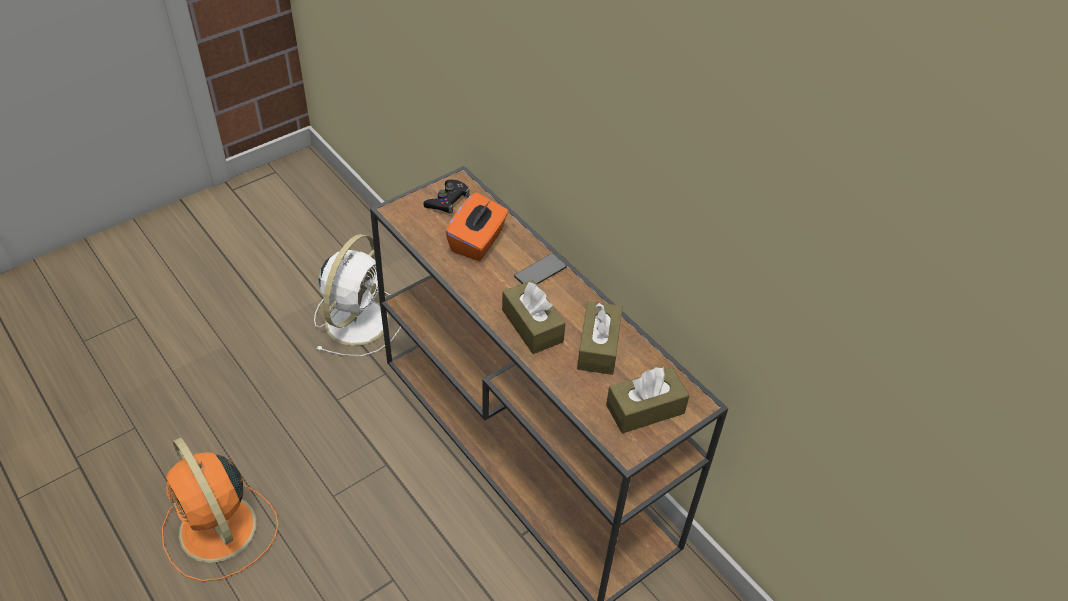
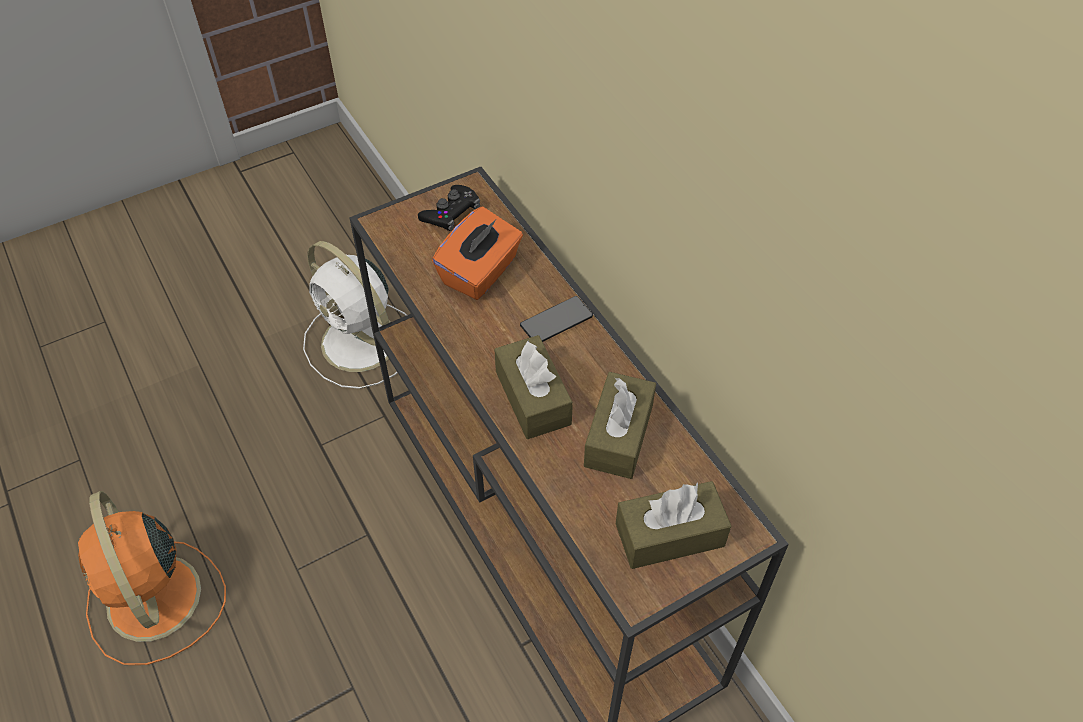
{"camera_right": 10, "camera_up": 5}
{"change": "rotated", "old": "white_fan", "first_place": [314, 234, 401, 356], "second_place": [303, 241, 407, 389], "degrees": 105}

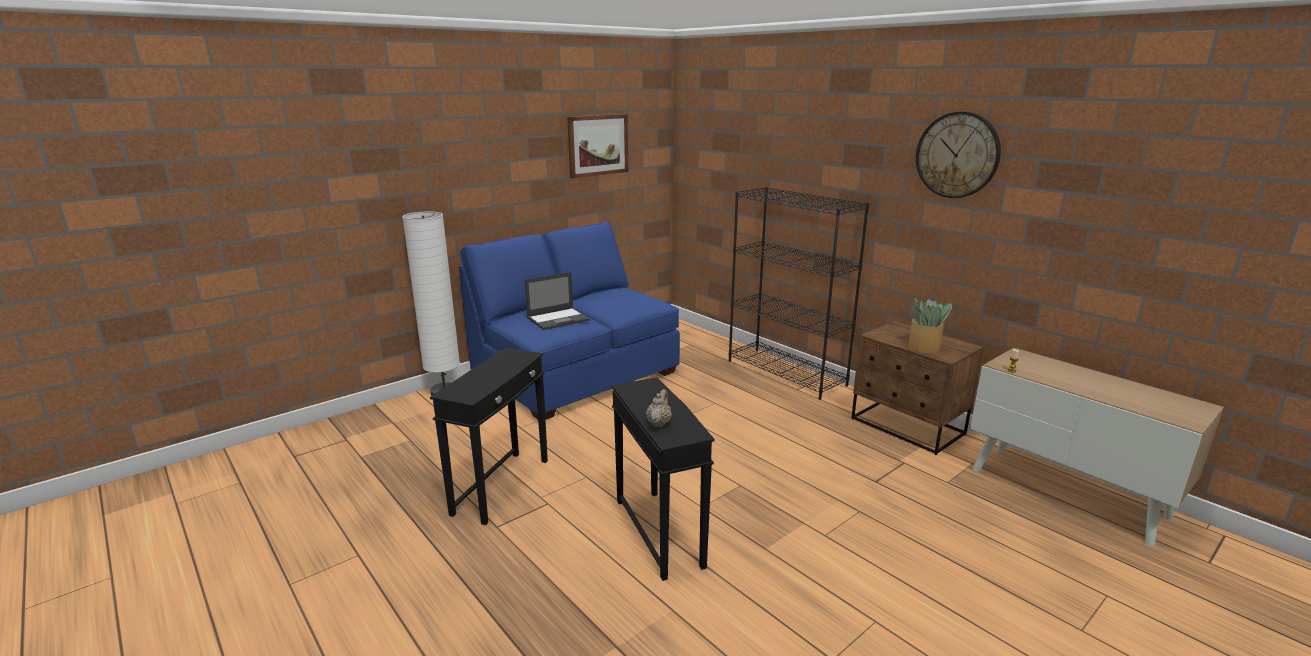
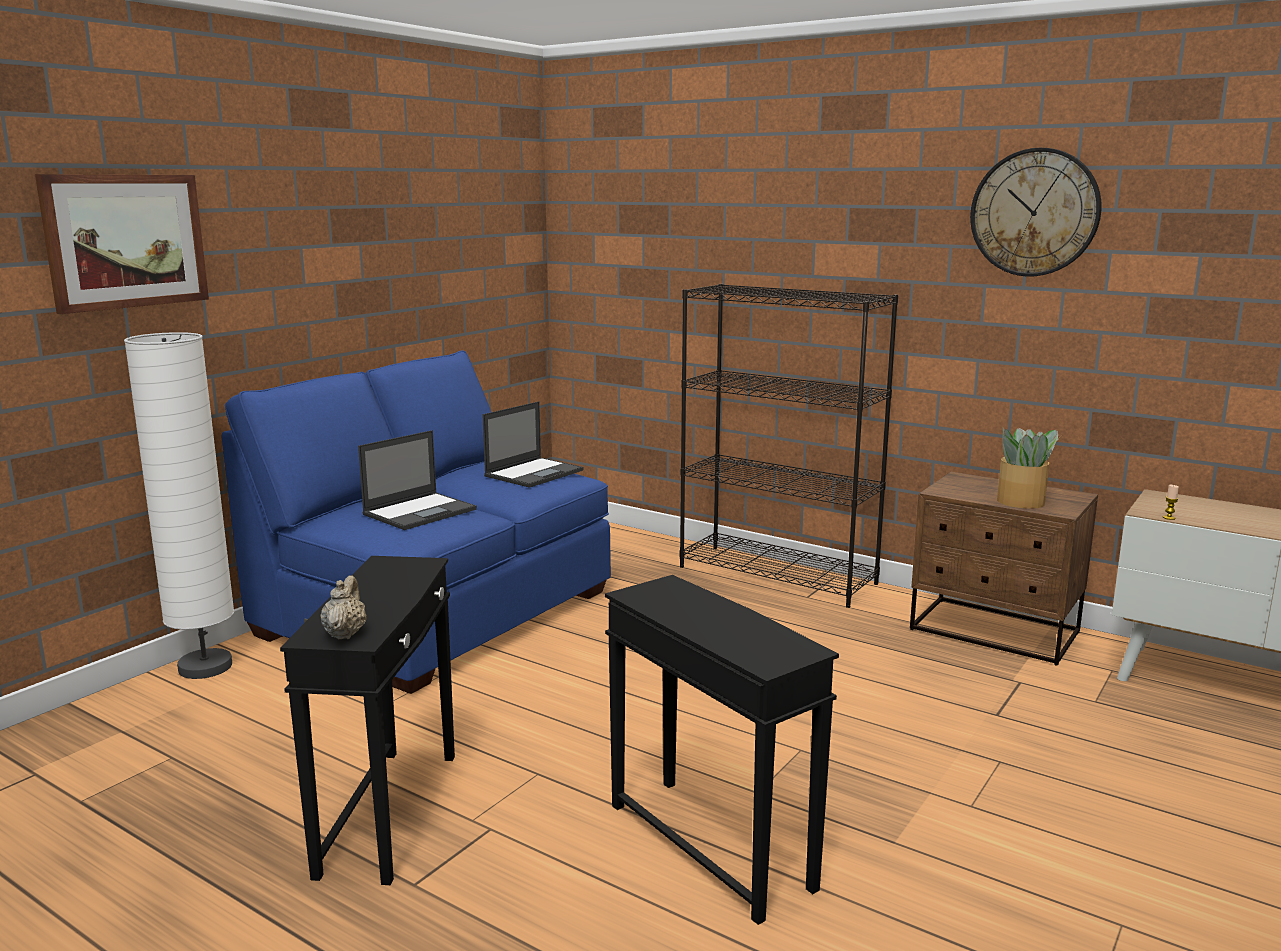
{"camera_right": -15, "camera_up": -5}
{"change": "shifted", "old": "picture", "first_place": [567, 114, 628, 178], "second_place": [35, 174, 209, 314]}
{"change": "shifted", "old": "beige_teapot", "first_place": [646, 389, 672, 427], "second_place": [320, 576, 367, 640]}
{"change": "new", "new": "laptop", "second_place": [482, 401, 583, 488]}

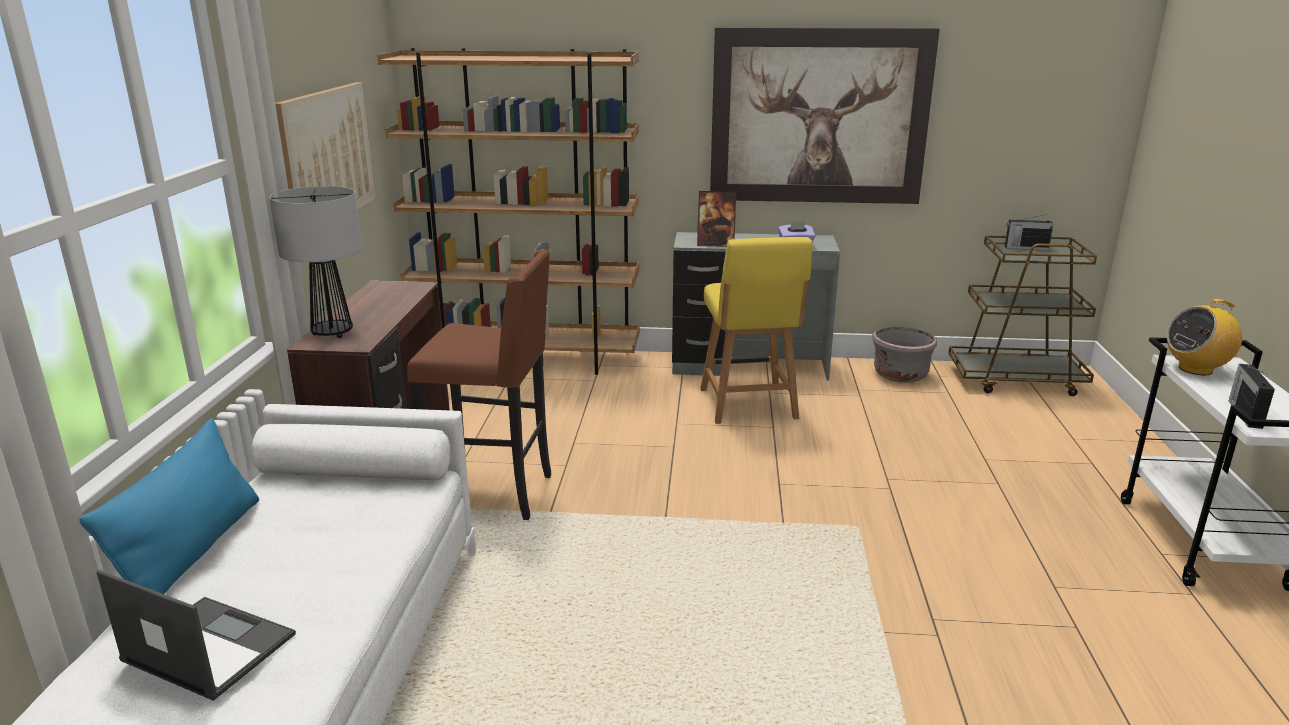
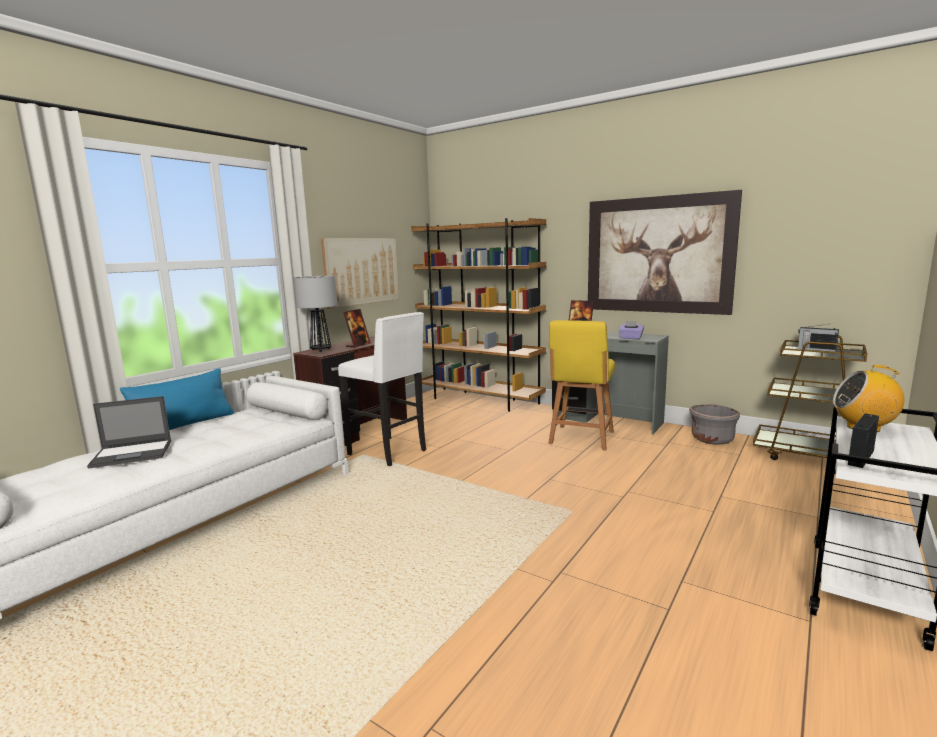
{"camera_right": 30, "camera_up": -10}
{"change": "rotated", "old": "laptop", "first_place": [96, 570, 296, 701], "second_place": [87, 396, 171, 469], "degrees": 105}
{"change": "repainted", "old": "brown_stool", "new": "white_stool", "first_place": [407, 249, 551, 520], "second_place": [338, 312, 426, 466]}
{"change": "new", "new": "picture_frame", "second_place": [343, 309, 371, 348]}

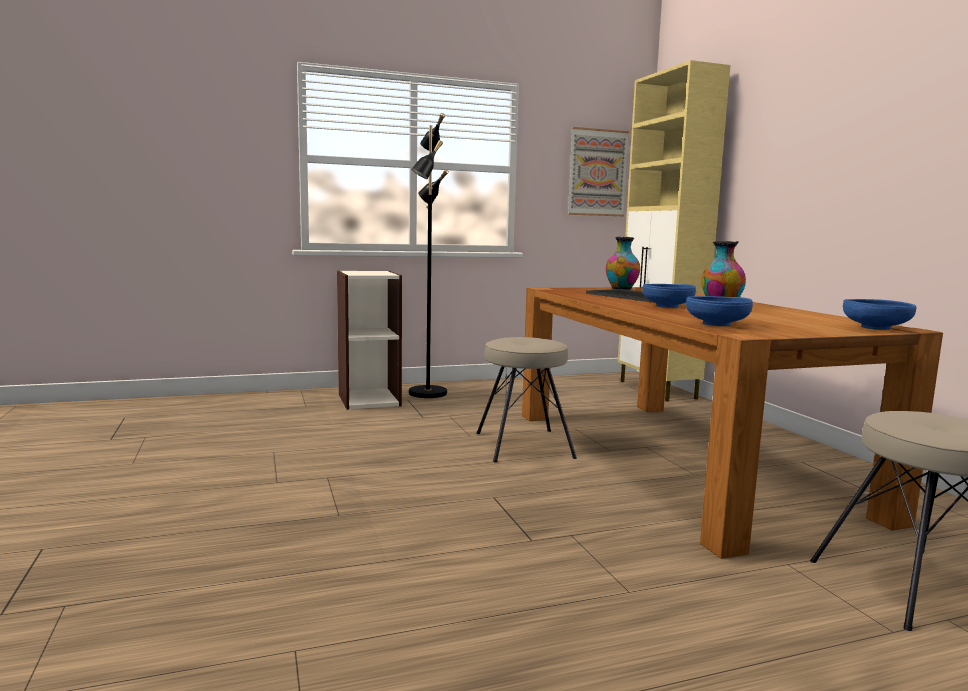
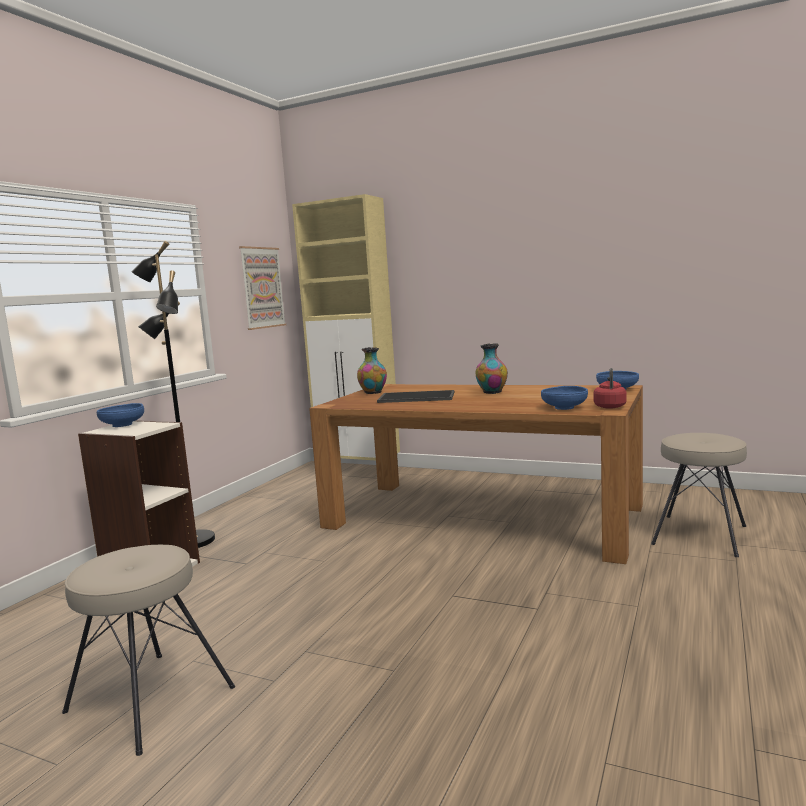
{"camera_right": -45, "camera_up": 0}
{"change": "shifted", "old": "beige_stool", "first_place": [476, 337, 577, 462], "second_place": [62, 545, 235, 756]}
{"change": "shifted", "old": "blue_bowl", "first_place": [642, 284, 696, 308], "second_place": [97, 403, 144, 427]}
{"change": "new", "new": "red_kettle", "second_place": [593, 368, 627, 409]}

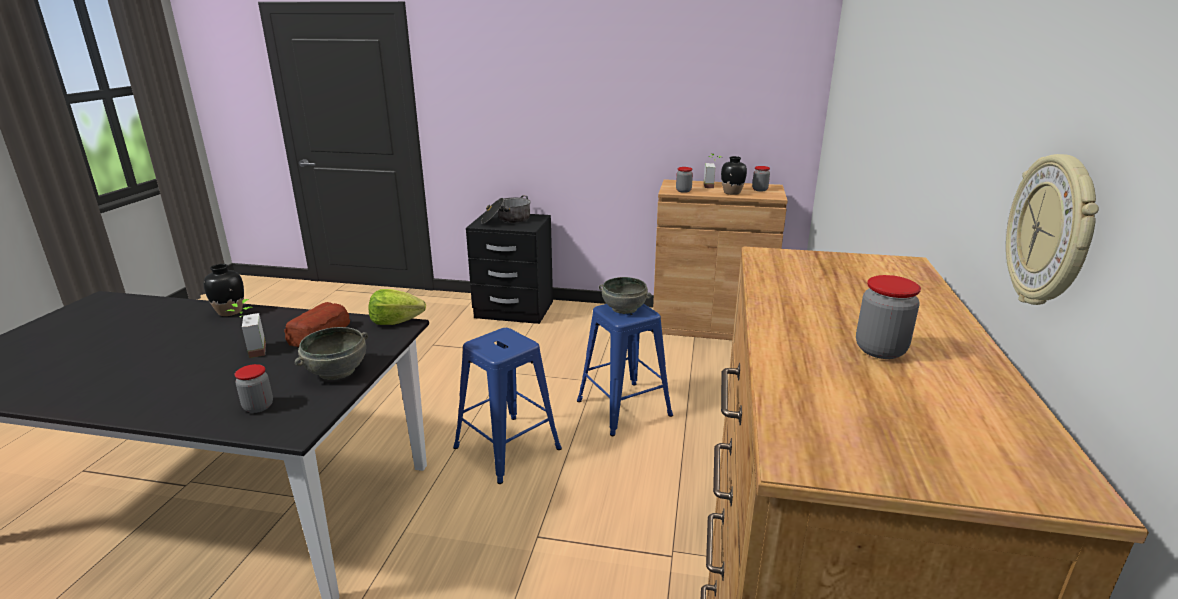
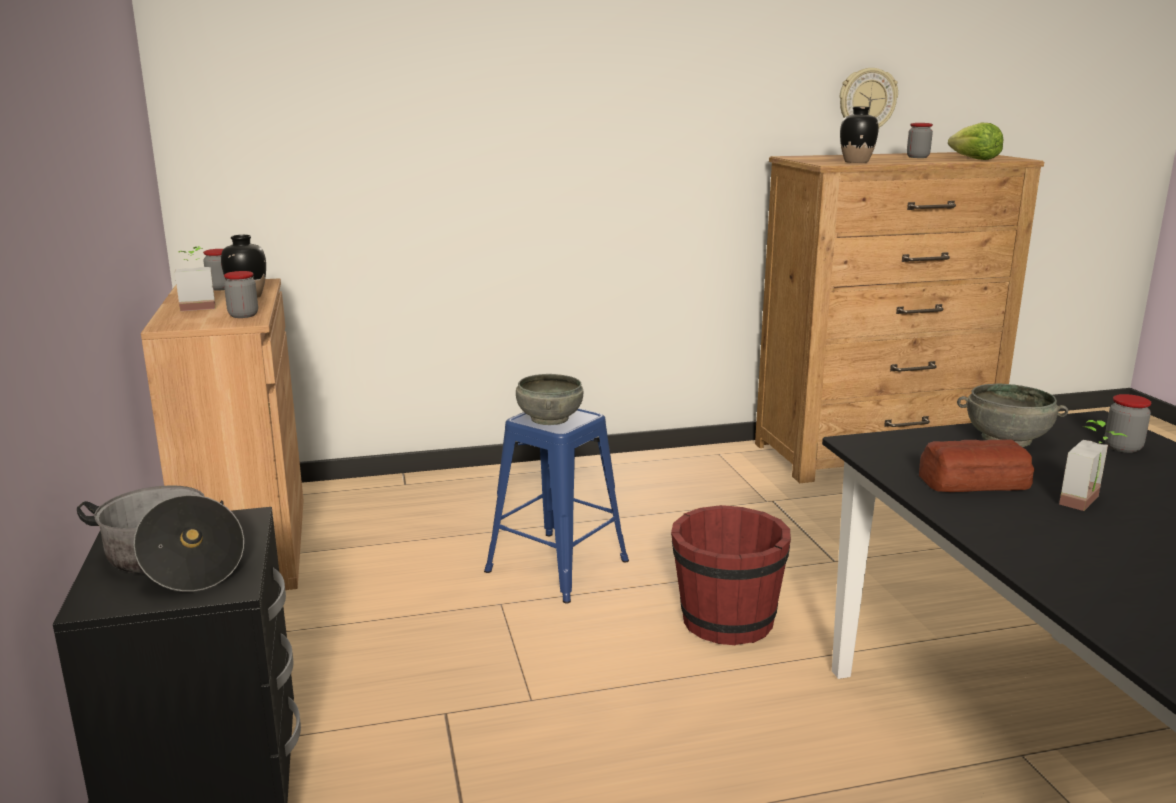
{"camera_right": -115, "camera_up": -5}
{"change": "shifted", "old": "black_vase", "first_place": [204, 264, 244, 316], "second_place": [840, 107, 879, 163]}
{"change": "shifted", "old": "lettuce", "first_place": [369, 289, 426, 325], "second_place": [948, 123, 1004, 160]}
{"change": "swapped", "old": "blue_stool", "new": "red_bucket", "first_place": [453, 328, 562, 484], "second_place": [671, 505, 791, 645]}

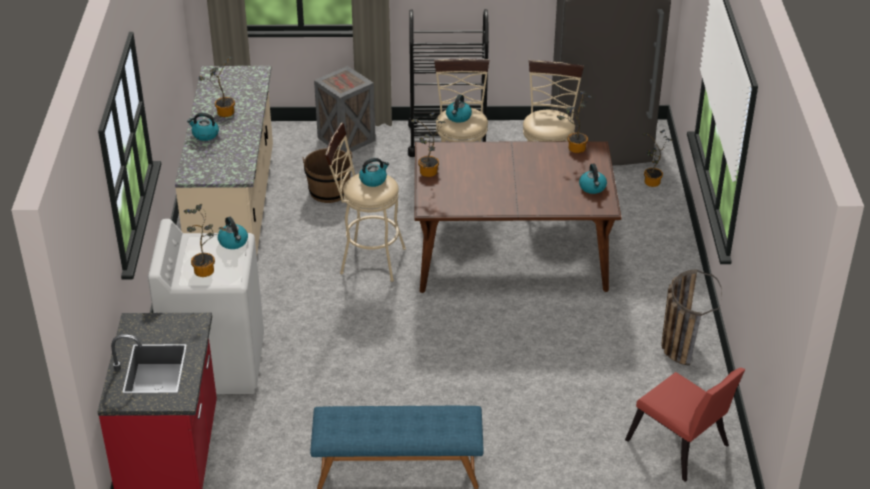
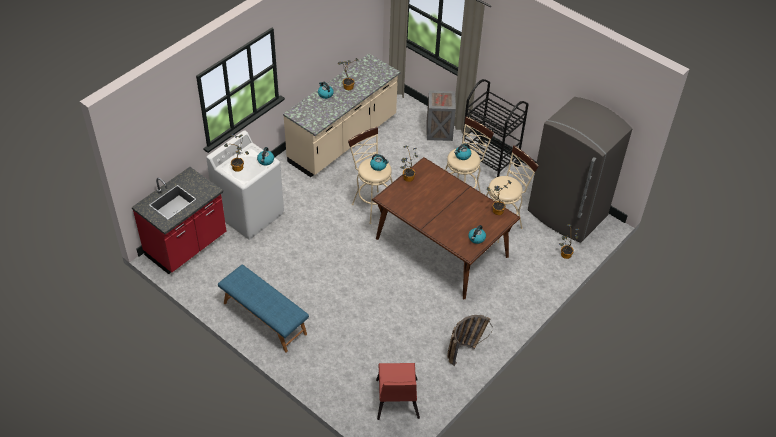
{"camera_right": 40, "camera_up": 10}
{"change": "gone", "old": "brown_bucket", "first_place": [303, 148, 352, 203]}

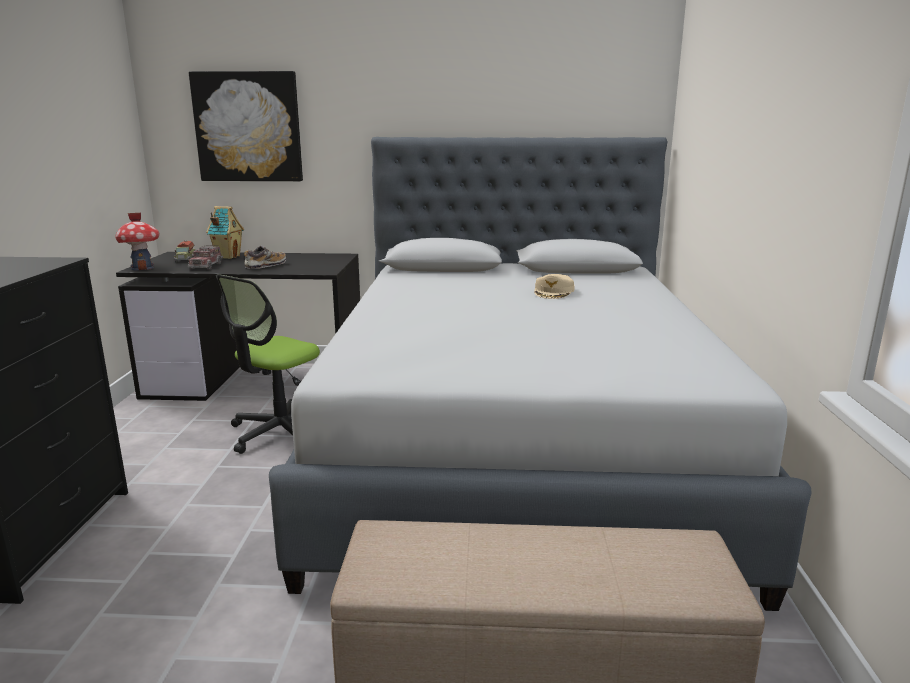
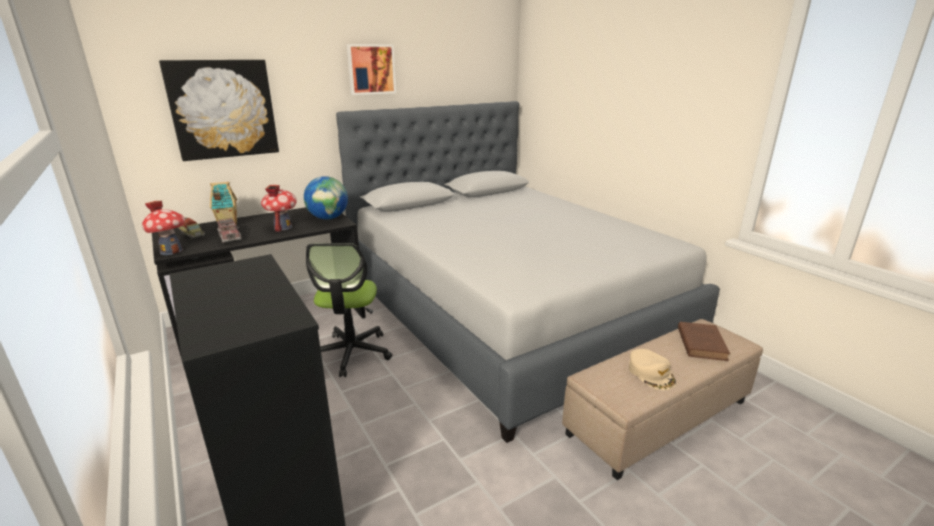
{"camera_right": -35, "camera_up": 5}
{"change": "swapped", "old": "shoe", "new": "toy_house", "first_place": [244, 246, 286, 269], "second_place": [261, 185, 297, 232]}
{"change": "shifted", "old": "beige_cap", "first_place": [534, 274, 575, 299], "second_place": [629, 349, 676, 390]}
{"change": "new", "new": "globe", "second_place": [304, 176, 348, 220]}
{"change": "new", "new": "picture", "second_place": [346, 44, 396, 95]}
{"change": "new", "new": "brown_book", "second_place": [678, 322, 730, 361]}

